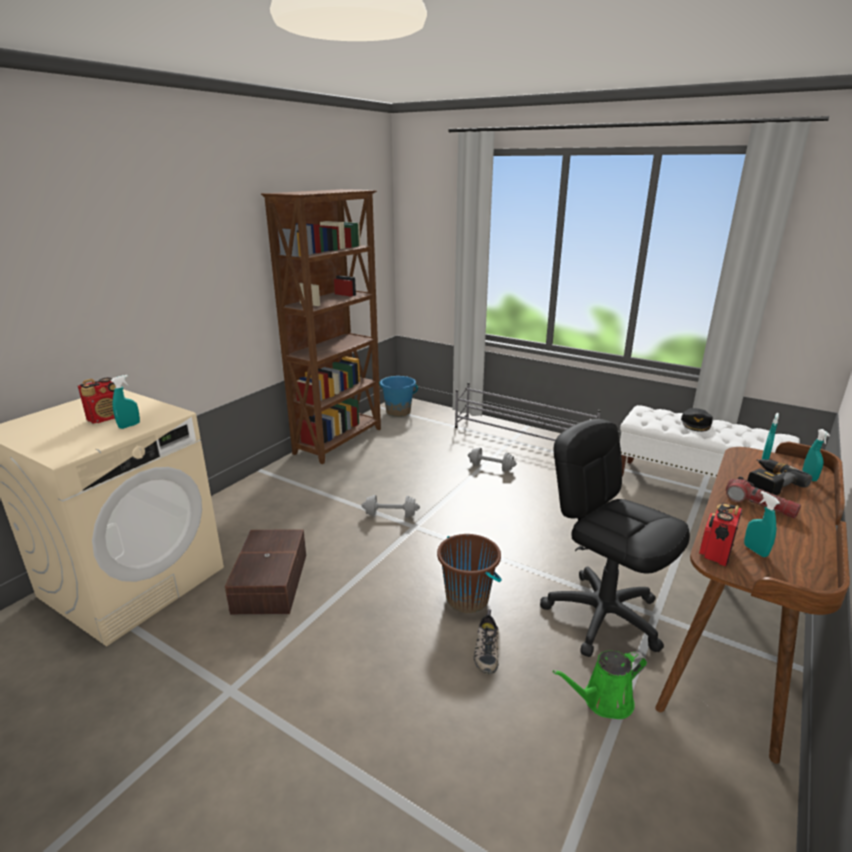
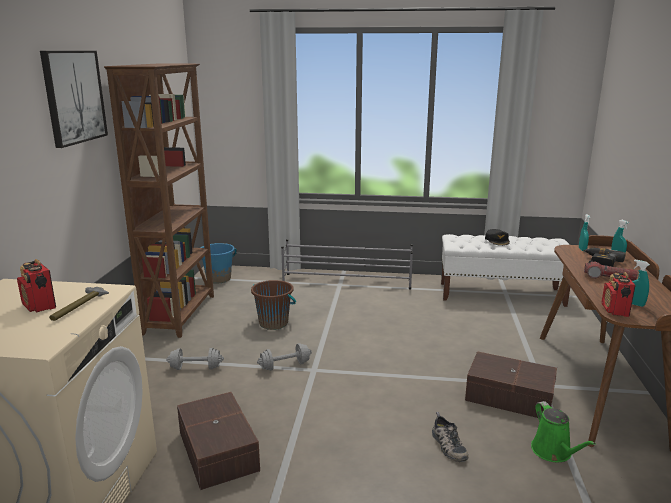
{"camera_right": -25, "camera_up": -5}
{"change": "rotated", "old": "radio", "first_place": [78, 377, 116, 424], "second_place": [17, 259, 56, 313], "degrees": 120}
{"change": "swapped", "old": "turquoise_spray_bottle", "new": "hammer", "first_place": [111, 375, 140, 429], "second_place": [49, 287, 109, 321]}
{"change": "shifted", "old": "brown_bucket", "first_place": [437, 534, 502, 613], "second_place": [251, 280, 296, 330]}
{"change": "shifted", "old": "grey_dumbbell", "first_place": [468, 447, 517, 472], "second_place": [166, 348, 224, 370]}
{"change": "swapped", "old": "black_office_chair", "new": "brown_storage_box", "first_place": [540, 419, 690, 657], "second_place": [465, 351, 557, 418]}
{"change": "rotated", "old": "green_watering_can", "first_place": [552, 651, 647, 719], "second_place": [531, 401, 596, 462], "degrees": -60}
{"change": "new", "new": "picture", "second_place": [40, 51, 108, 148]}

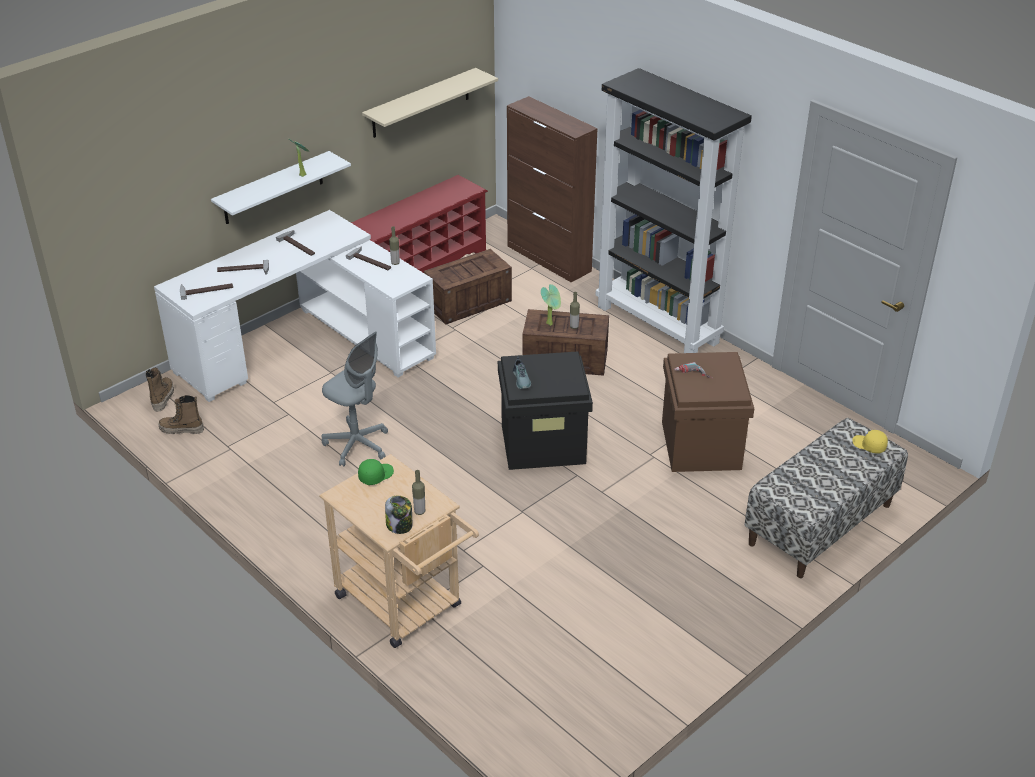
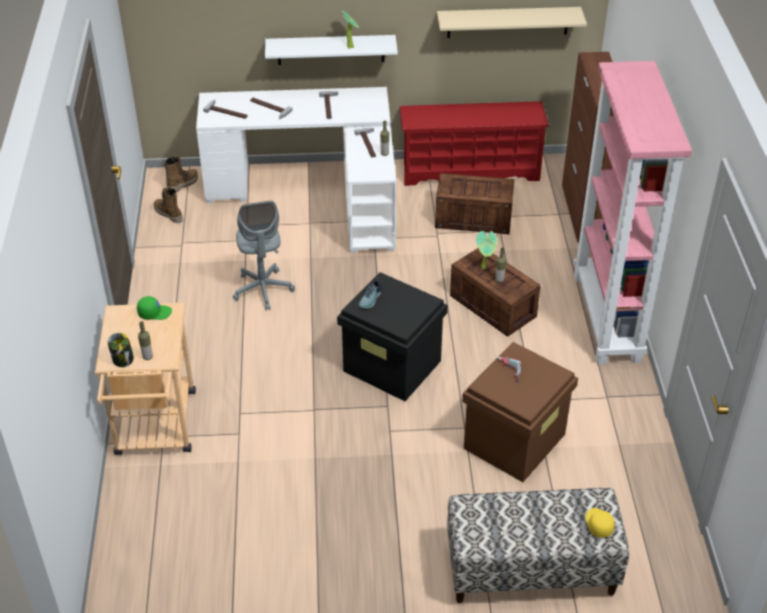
{"camera_right": 40, "camera_up": 5}
{"change": "repainted", "old": "black_bookcase", "new": "pink_bookcase", "first_place": [596, 68, 752, 353], "second_place": [573, 61, 692, 364]}

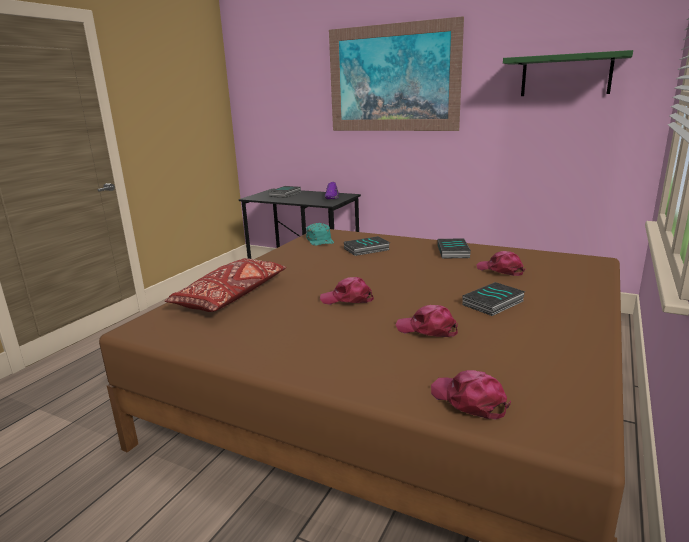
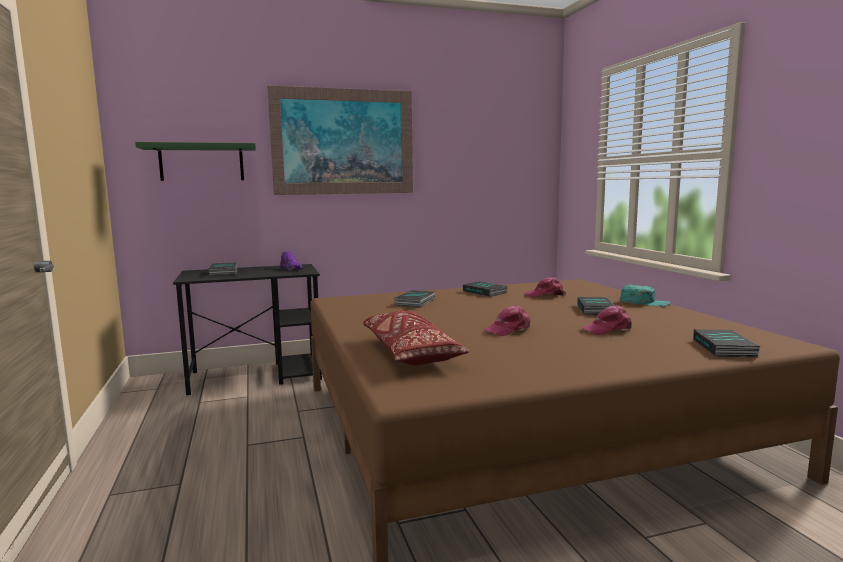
{"camera_right": -45, "camera_up": -10}
{"change": "shifted", "old": "turquoise_cap", "first_place": [306, 223, 334, 246], "second_place": [620, 285, 671, 307]}
{"change": "swapped", "old": "pink_cap", "new": "book", "first_place": [431, 370, 511, 420], "second_place": [693, 329, 760, 357]}
{"change": "shifted", "old": "green_shelf", "first_place": [503, 50, 633, 96], "second_place": [135, 142, 256, 181]}

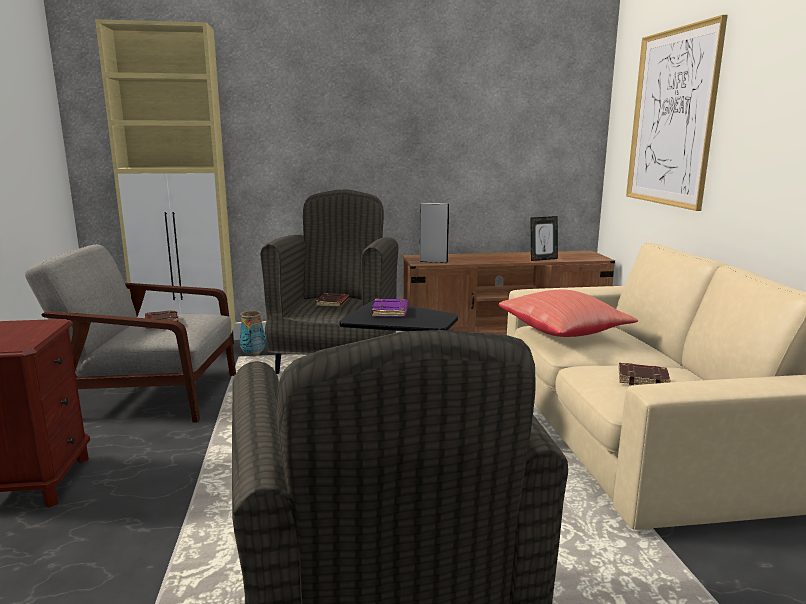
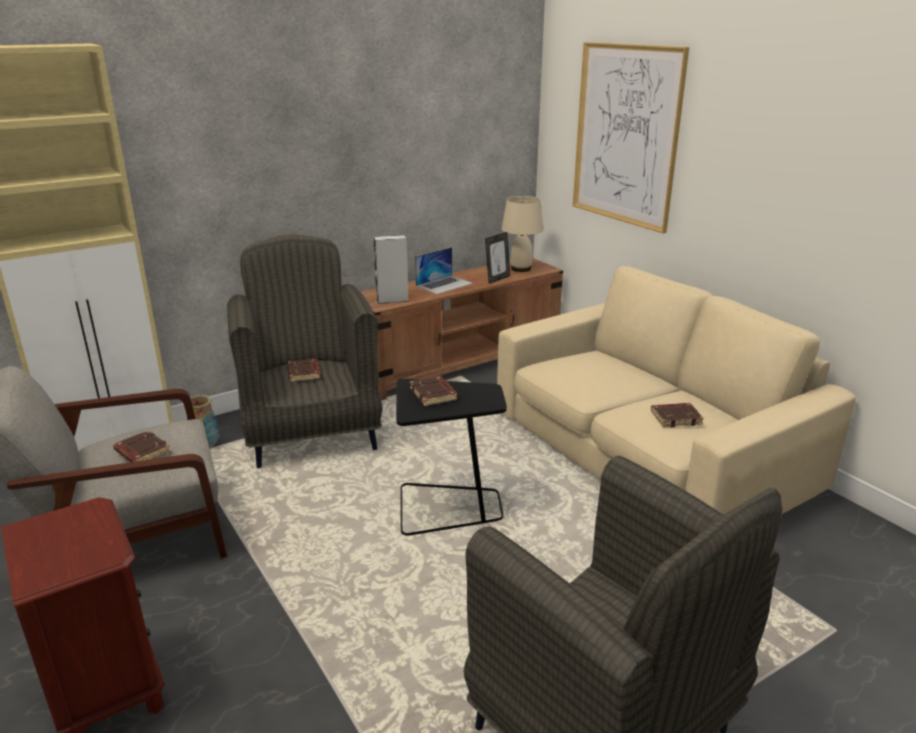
{"camera_right": -25, "camera_up": 10}
{"change": "repainted", "old": "purple_book", "new": "brown_book", "first_place": [372, 299, 408, 317], "second_place": [410, 376, 458, 406]}
{"change": "gone", "old": "red_pillow", "first_place": [499, 290, 638, 337]}
{"change": "new", "new": "laptop", "second_place": [415, 247, 473, 294]}
{"change": "new", "new": "beige_table_lamp", "second_place": [502, 196, 544, 272]}

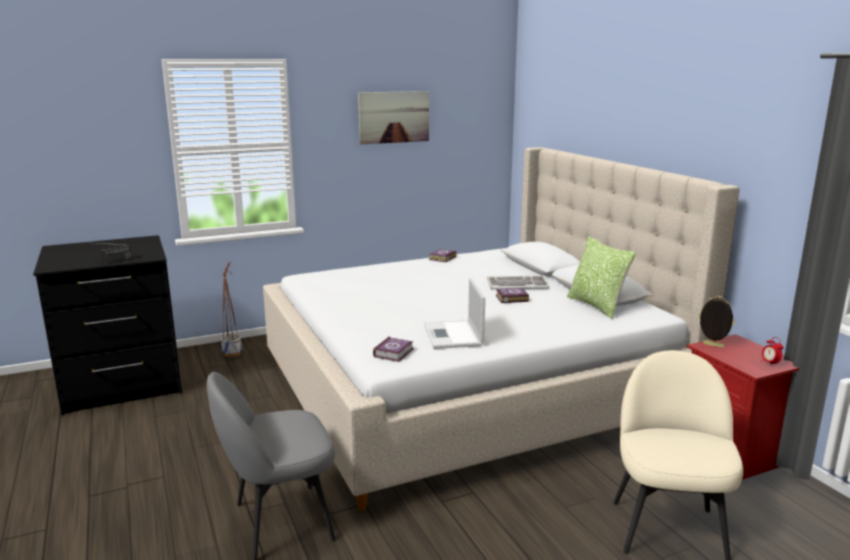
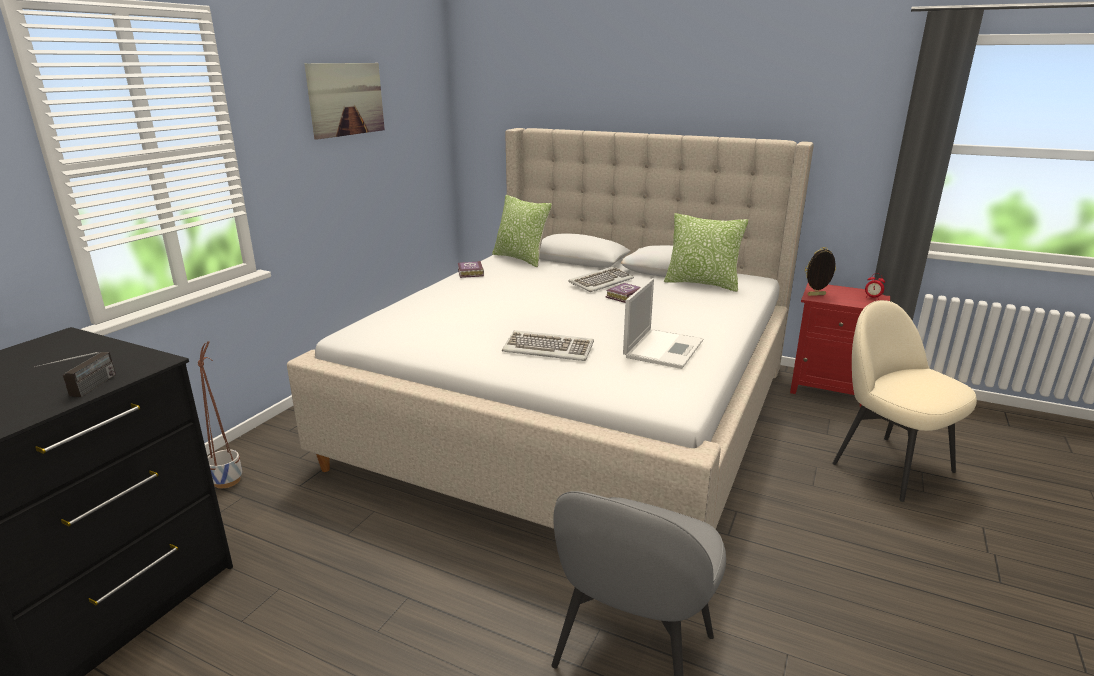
{"camera_right": -40, "camera_up": 5}
{"change": "gone", "old": "book", "first_place": [373, 337, 414, 362]}
{"change": "rotated", "old": "laptop", "first_place": [424, 278, 485, 349], "second_place": [623, 278, 703, 369], "degrees": -105}
{"change": "new", "new": "pillow", "second_place": [492, 195, 552, 267]}
{"change": "new", "new": "keyboard", "second_place": [502, 330, 594, 361]}

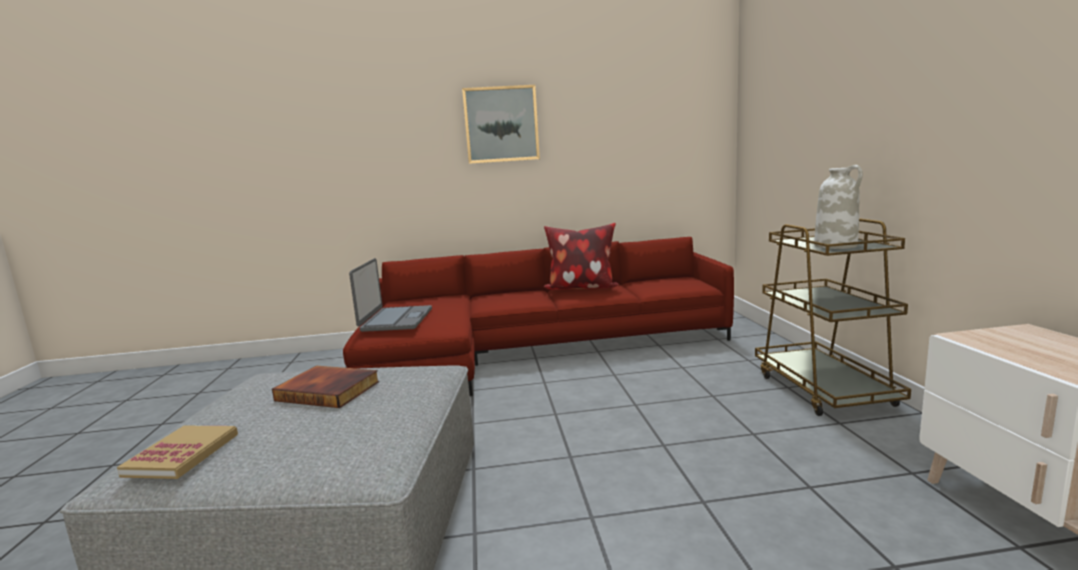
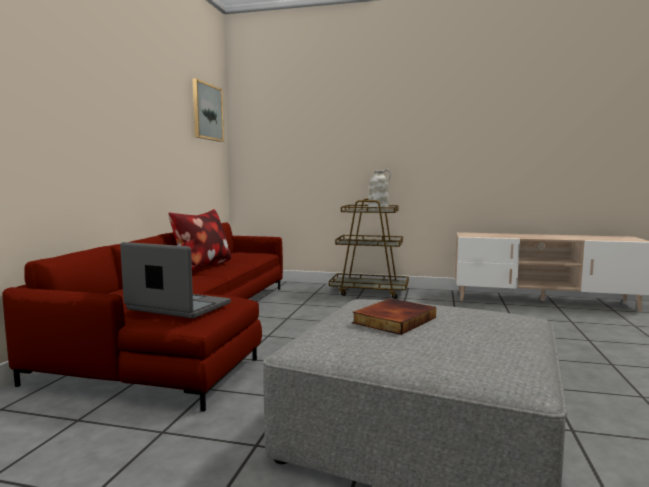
{"camera_right": -70, "camera_up": -5}
{"change": "gone", "old": "book", "first_place": [117, 426, 238, 479]}
{"change": "shifted", "old": "picture", "first_place": [462, 85, 540, 164], "second_place": [193, 78, 224, 142]}

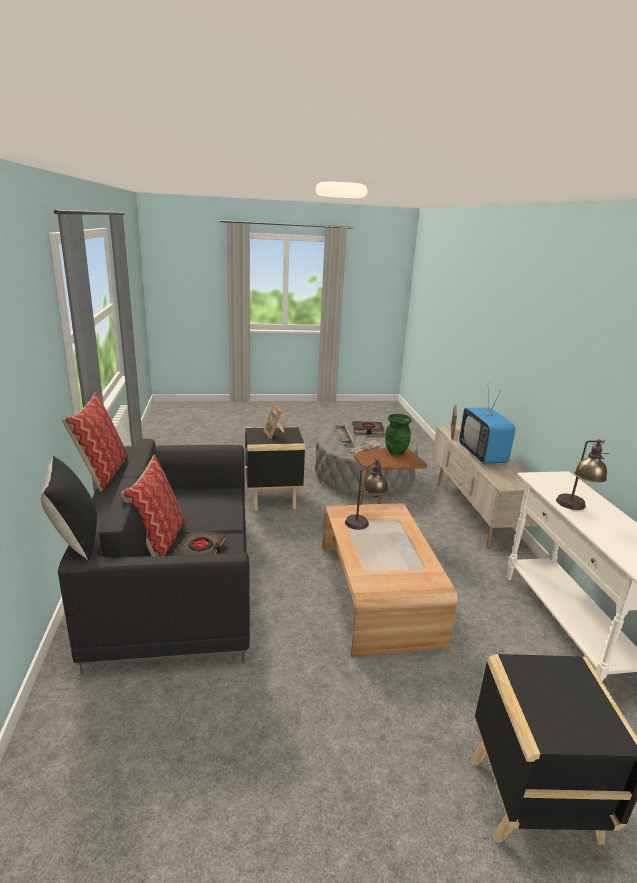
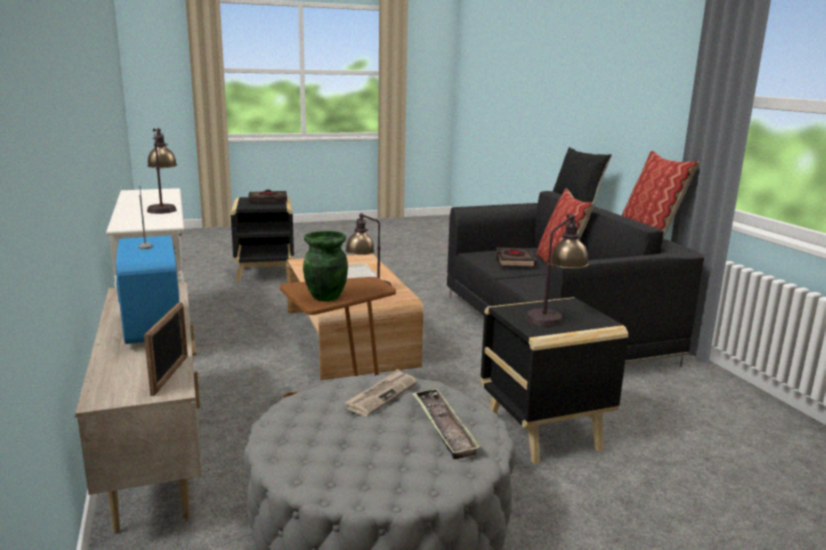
{"camera_right": 170, "camera_up": -5}
{"change": "swapped", "old": "picture_frame", "new": "table_lamp", "first_place": [264, 404, 284, 439], "second_place": [526, 214, 589, 327]}
{"change": "shifted", "old": "black_book", "first_place": [352, 421, 384, 435], "second_place": [248, 190, 287, 202]}

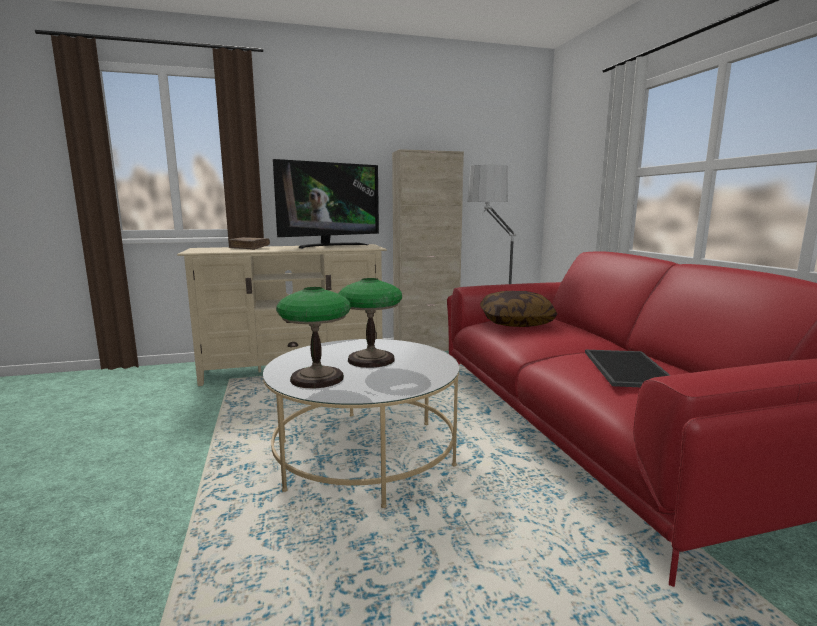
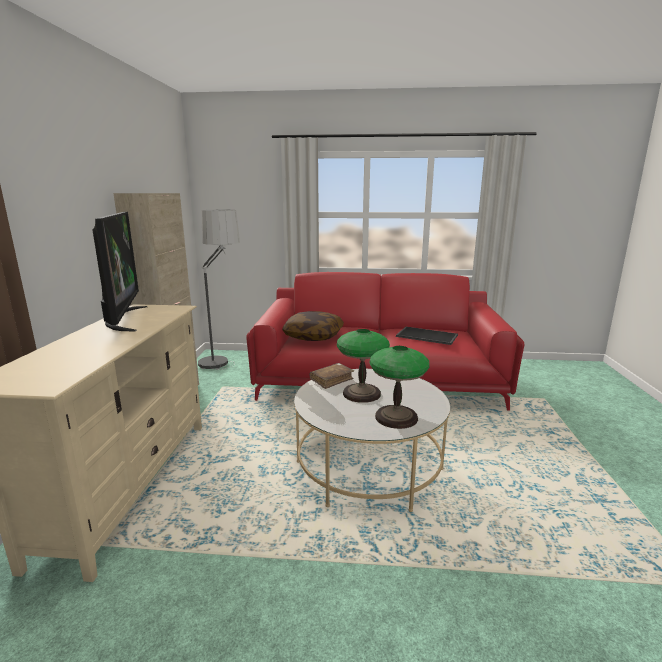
{"camera_right": -70, "camera_up": 5}
{"change": "shifted", "old": "brown_book", "first_place": [228, 237, 270, 250], "second_place": [310, 363, 354, 389]}

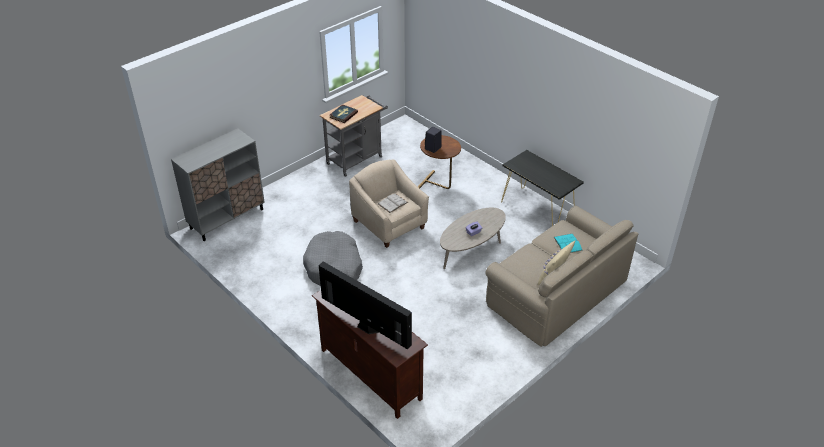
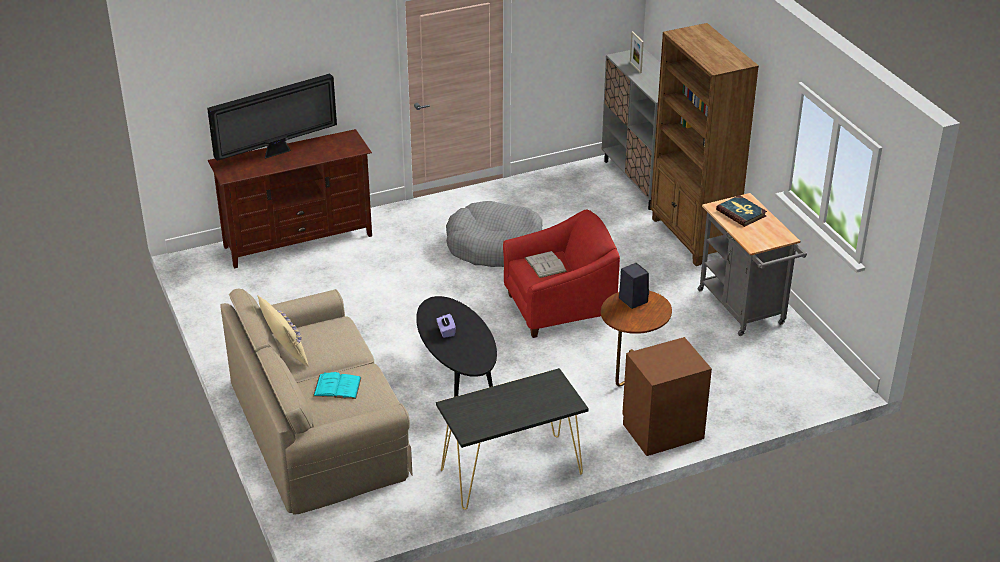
{"camera_right": 110, "camera_up": -5}
{"change": "repainted", "old": "beige_armchair", "new": "red_armchair", "first_place": [349, 160, 429, 248], "second_place": [503, 209, 620, 338]}
{"change": "repainted", "old": "beige_coffee_table", "new": "black_coffee_table", "first_place": [440, 208, 506, 269], "second_place": [416, 296, 497, 397]}
{"change": "new", "new": "brown_nightstand", "second_place": [622, 337, 712, 456]}
{"change": "new", "new": "picture_frame", "second_place": [630, 31, 644, 73]}
{"change": "new", "new": "brown_bookcase", "second_place": [650, 23, 759, 266]}

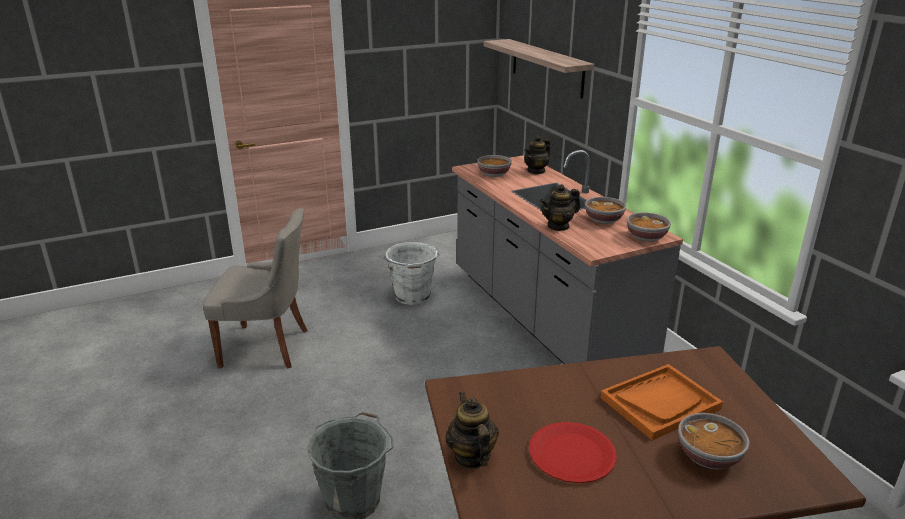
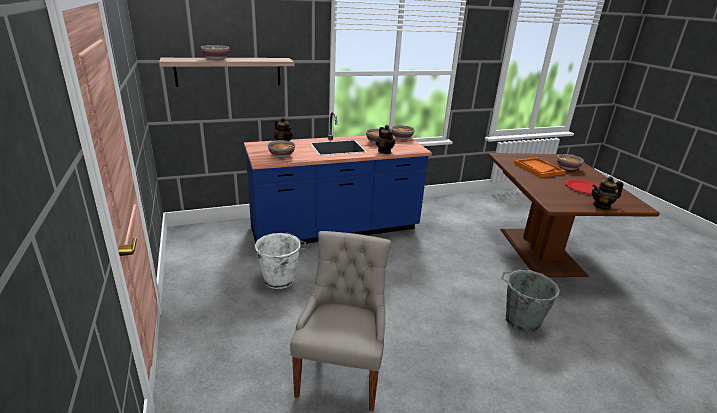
{"camera_right": -85, "camera_up": 0}
{"change": "repainted", "old": "grey_counter", "new": "blue_counter", "first_place": [452, 150, 683, 364], "second_place": [244, 112, 432, 244]}
{"change": "new", "new": "bowl", "second_place": [201, 45, 230, 60]}

